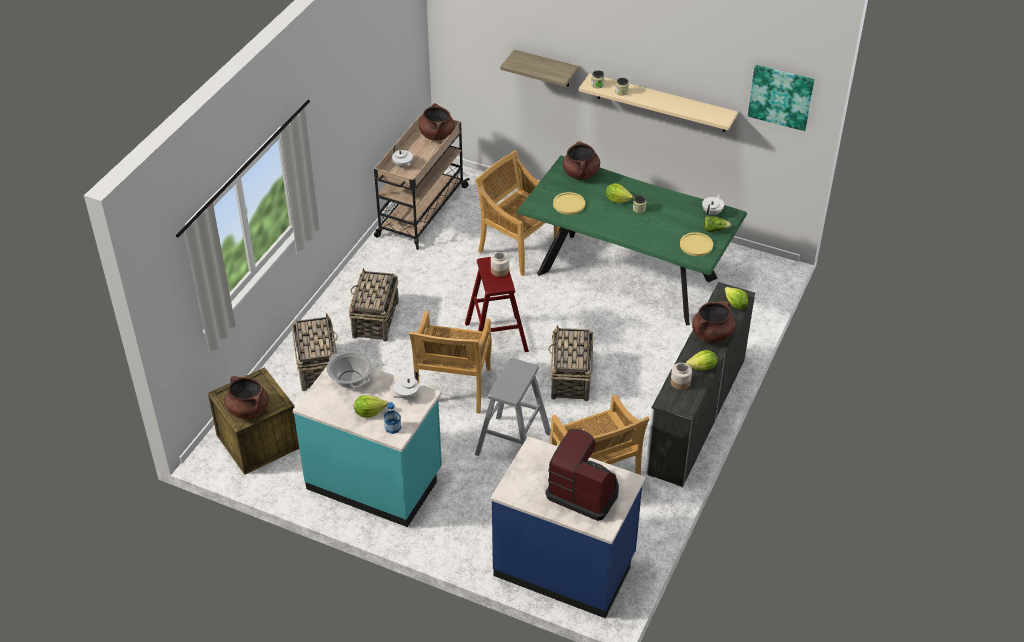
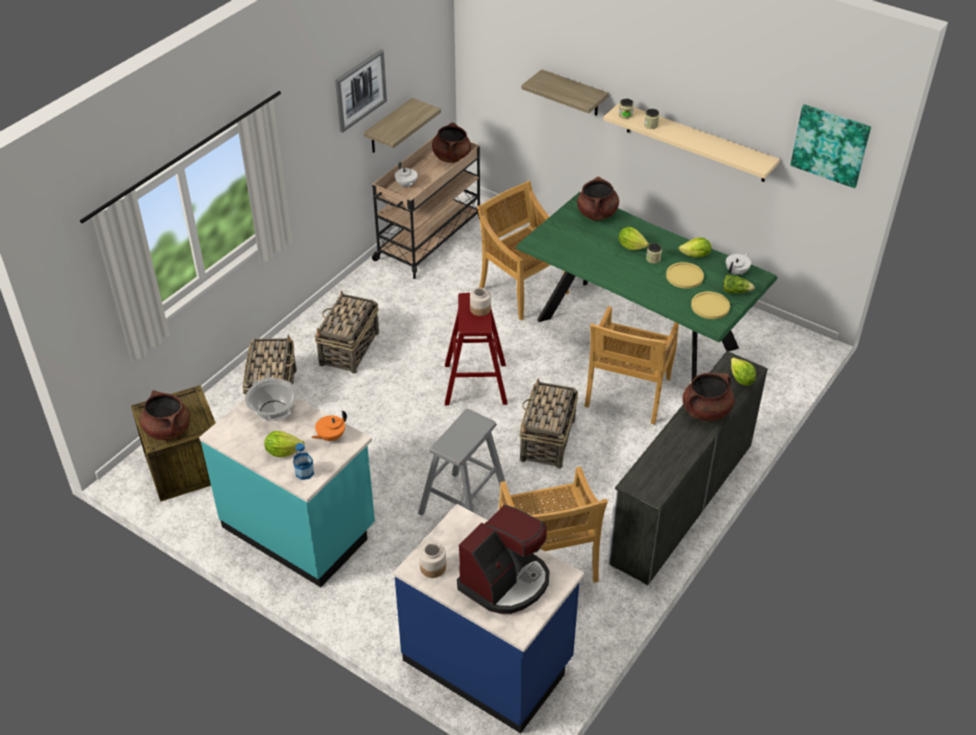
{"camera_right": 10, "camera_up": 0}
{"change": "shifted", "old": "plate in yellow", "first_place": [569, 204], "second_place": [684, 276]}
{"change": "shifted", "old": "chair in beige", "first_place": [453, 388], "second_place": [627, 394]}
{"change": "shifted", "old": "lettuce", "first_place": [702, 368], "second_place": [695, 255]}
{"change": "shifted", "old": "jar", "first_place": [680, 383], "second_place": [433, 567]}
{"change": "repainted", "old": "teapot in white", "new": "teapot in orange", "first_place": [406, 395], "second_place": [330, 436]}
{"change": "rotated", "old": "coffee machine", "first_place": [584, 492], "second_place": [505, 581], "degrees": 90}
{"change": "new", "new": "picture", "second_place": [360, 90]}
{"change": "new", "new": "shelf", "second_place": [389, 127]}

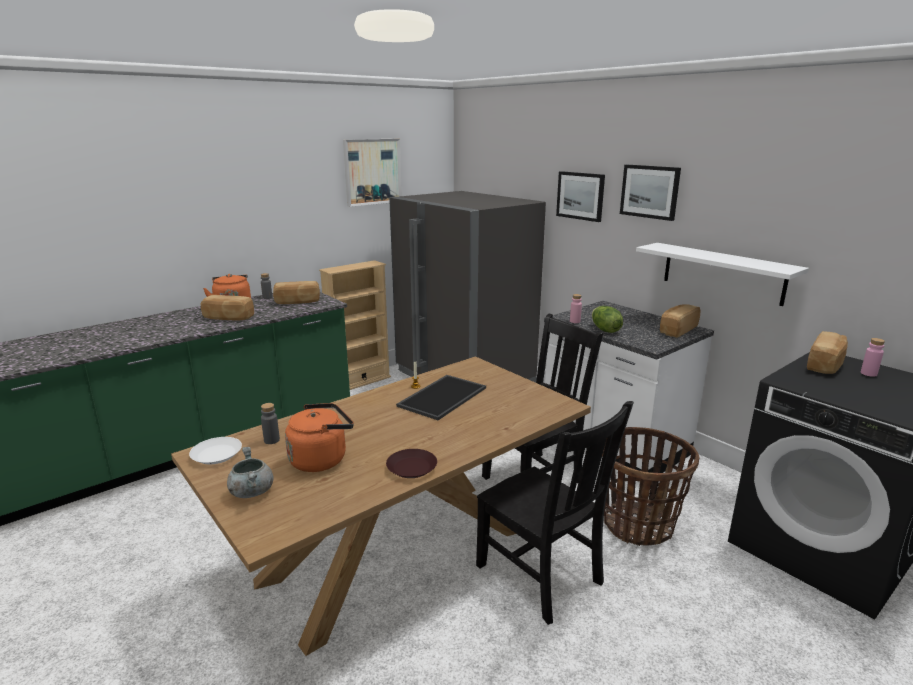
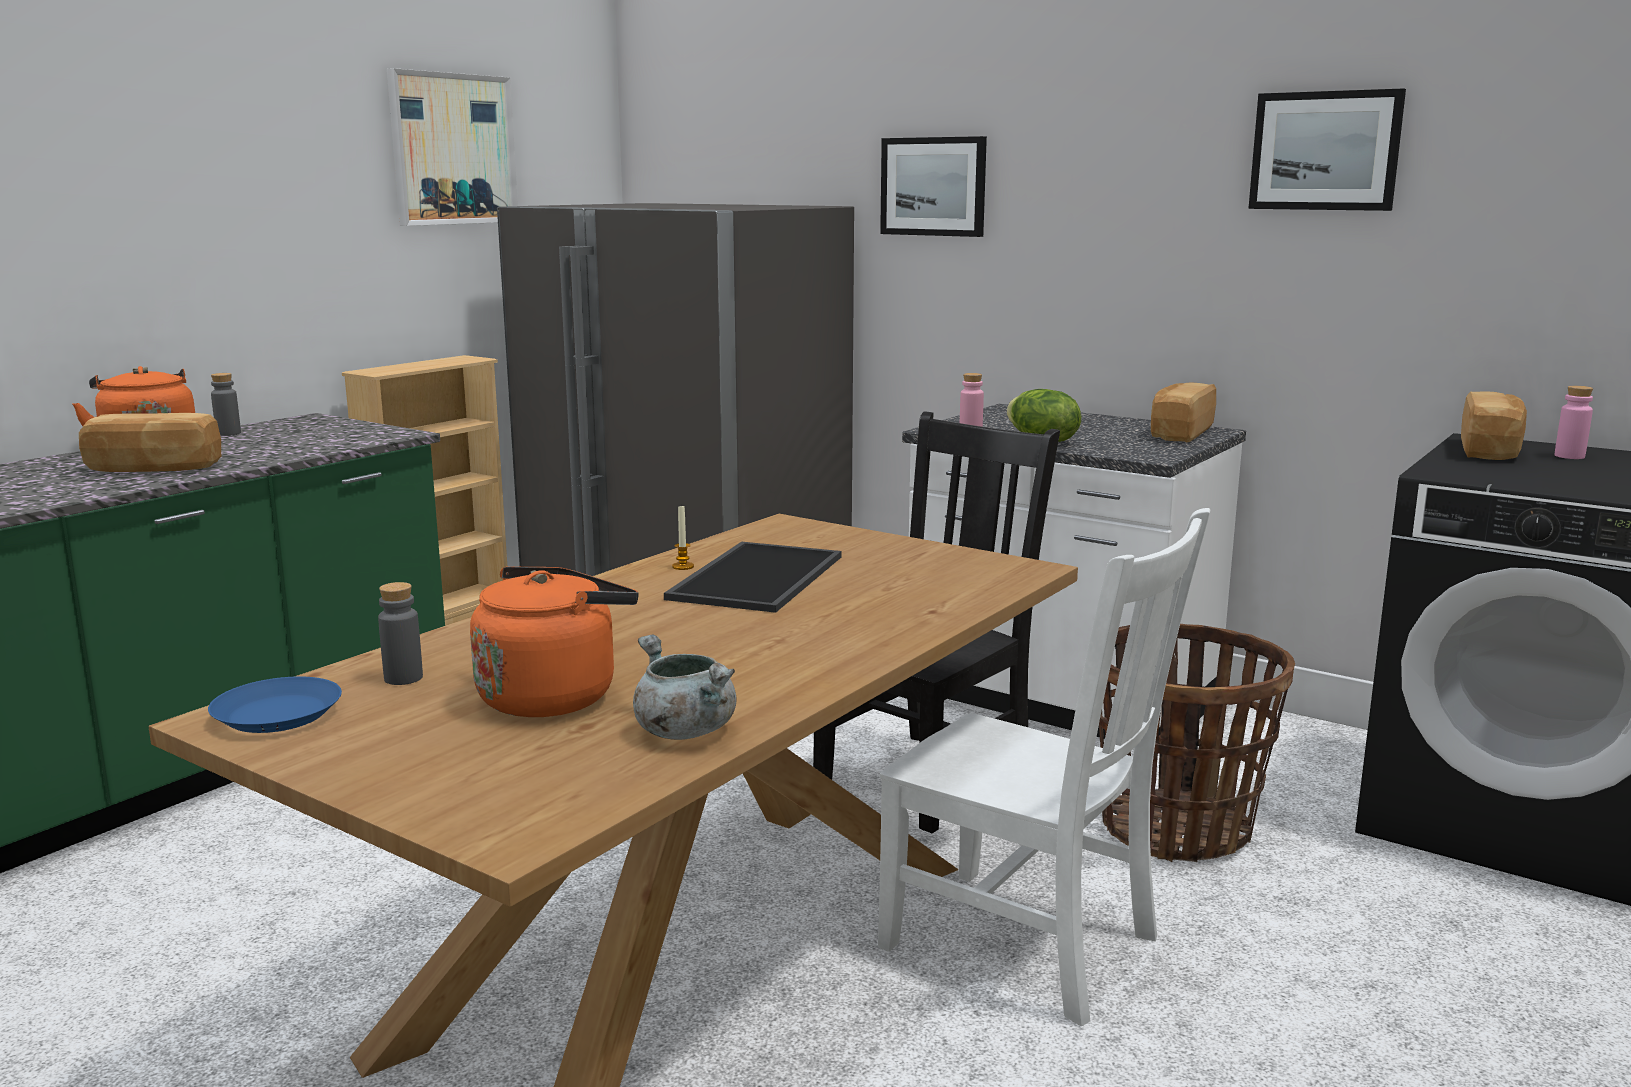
{"camera_right": -15, "camera_up": -5}
{"change": "shifted", "old": "picture", "first_place": [650, 191], "second_place": [1325, 151]}
{"change": "gone", "old": "shelf in white", "first_place": [722, 273]}
{"change": "gone", "old": "bread", "first_place": [297, 302]}
{"change": "repainted", "old": "chair in black", "new": "chair in white", "first_place": [542, 576], "second_place": [1027, 945]}
{"change": "repainted", "old": "plate in white", "new": "plate in blue", "first_place": [217, 455], "second_place": [278, 715]}
{"change": "shifted", "old": "cooking pot in grey", "first_place": [251, 491], "second_place": [683, 731]}
{"change": "gone", "old": "plate in brown", "first_place": [412, 467]}

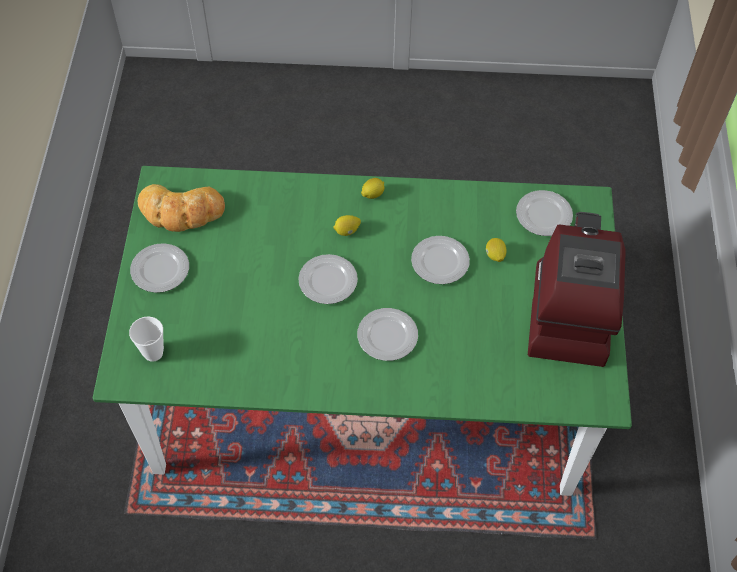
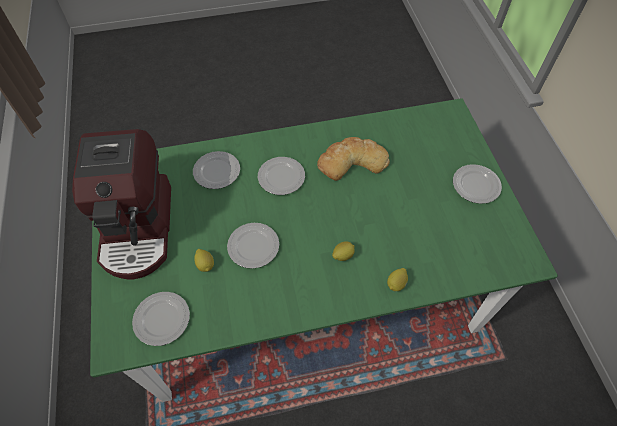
{"camera_right": 165, "camera_up": 0}
{"change": "shifted", "old": "lemon", "first_place": [372, 194], "second_place": [396, 284]}
{"change": "shifted", "old": "bread", "first_place": [181, 211], "second_place": [351, 161]}
{"change": "shifted", "old": "plate", "first_place": [328, 281], "second_place": [217, 171]}
{"change": "gone", "old": "cup", "first_place": [153, 353]}

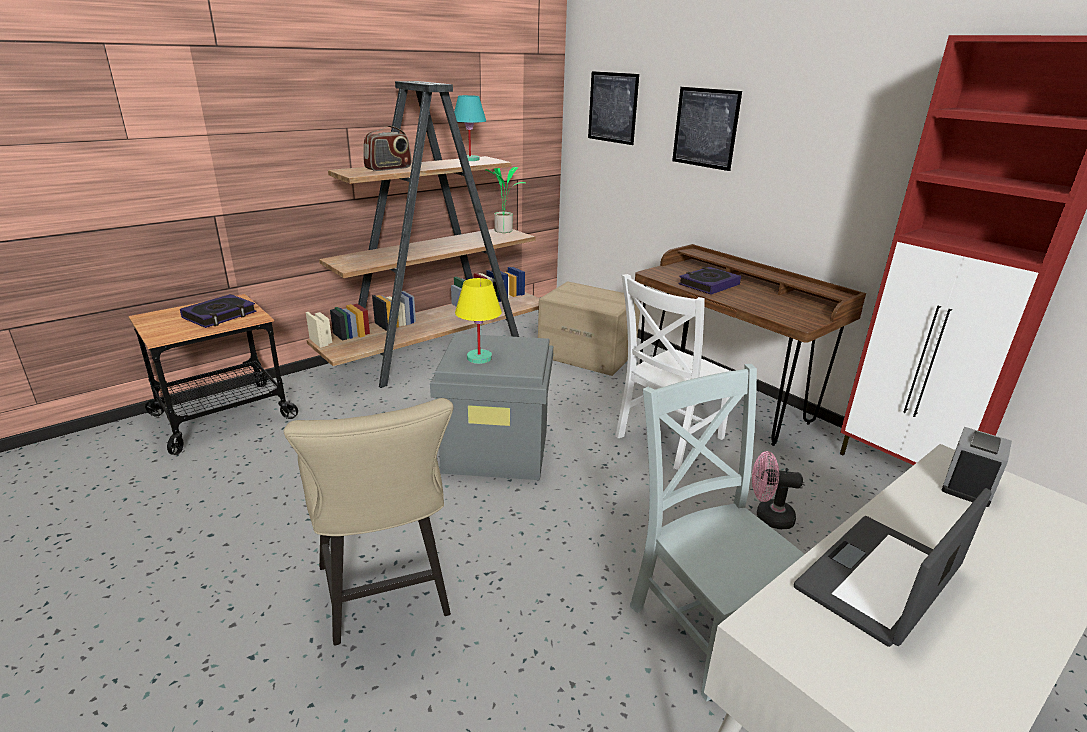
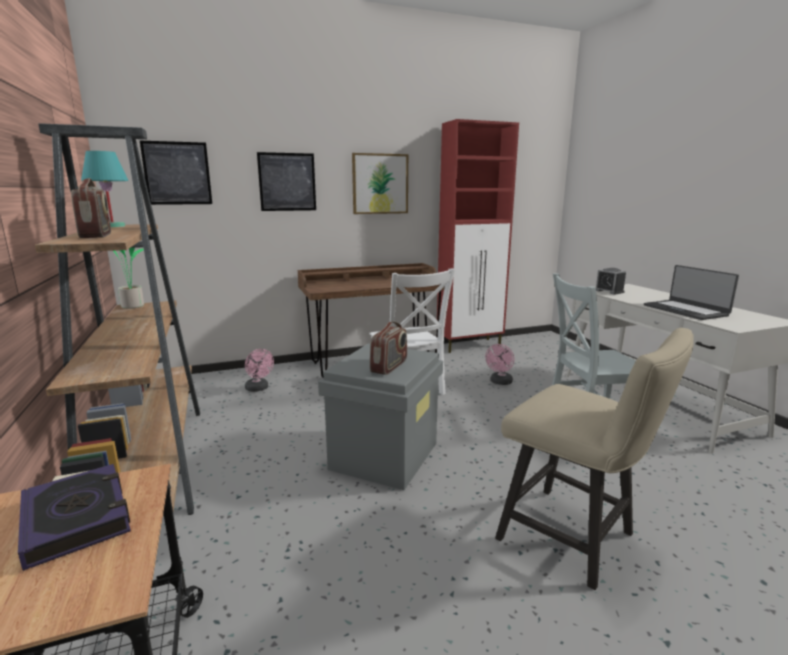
{"camera_right": -70, "camera_up": -10}
{"change": "gone", "old": "book", "first_place": [708, 284]}
{"change": "swapped", "old": "table lamp in yellow", "new": "radio", "first_place": [479, 358], "second_place": [389, 367]}
{"change": "swapped", "old": "cardboard box", "new": "fan in pink", "first_place": [587, 354], "second_place": [259, 389]}
{"change": "rotated", "old": "chair in beige", "first_place": [387, 597], "second_place": [575, 540], "degrees": 45}
{"change": "new", "new": "picture", "second_place": [380, 184]}

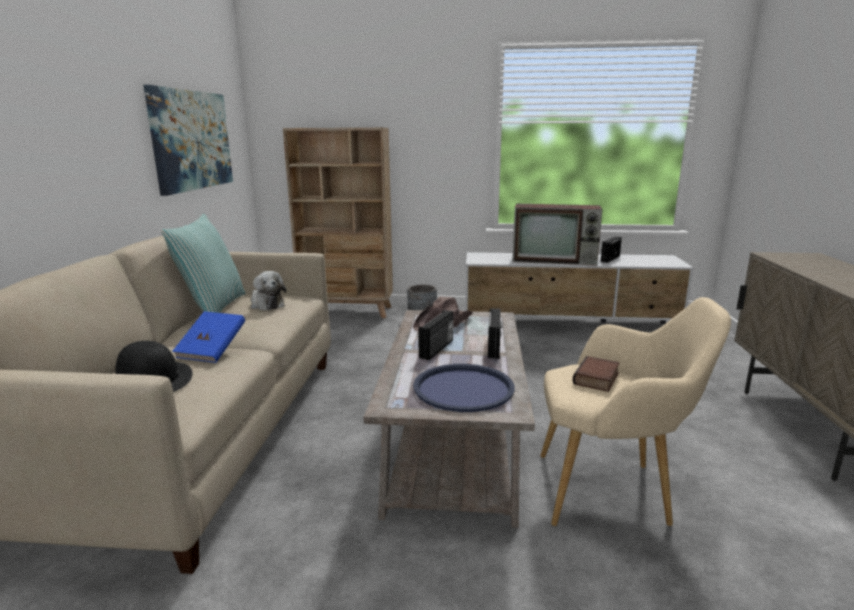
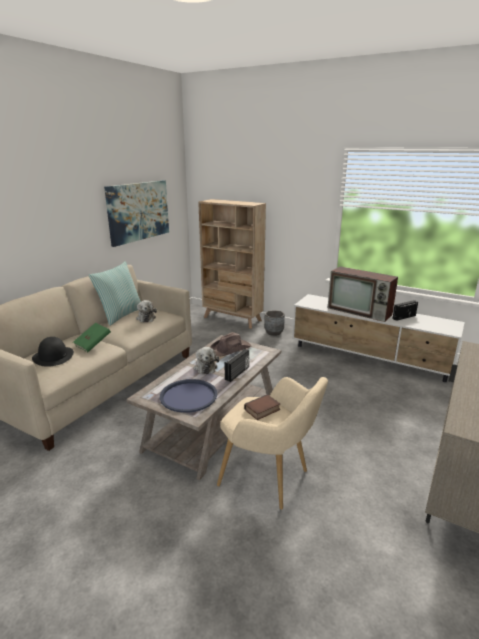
{"camera_right": 25, "camera_up": 5}
{"change": "swapped", "old": "radio", "new": "plush toy", "first_place": [437, 349], "second_place": [205, 367]}
{"change": "repainted", "old": "book in blue", "new": "book in green", "first_place": [212, 351], "second_place": [93, 344]}

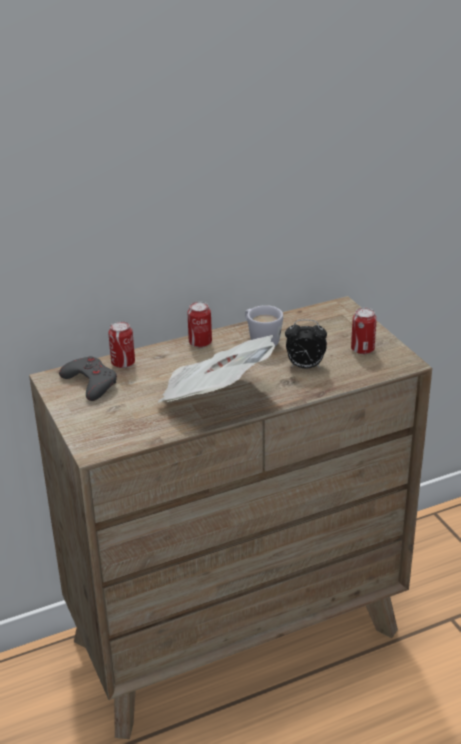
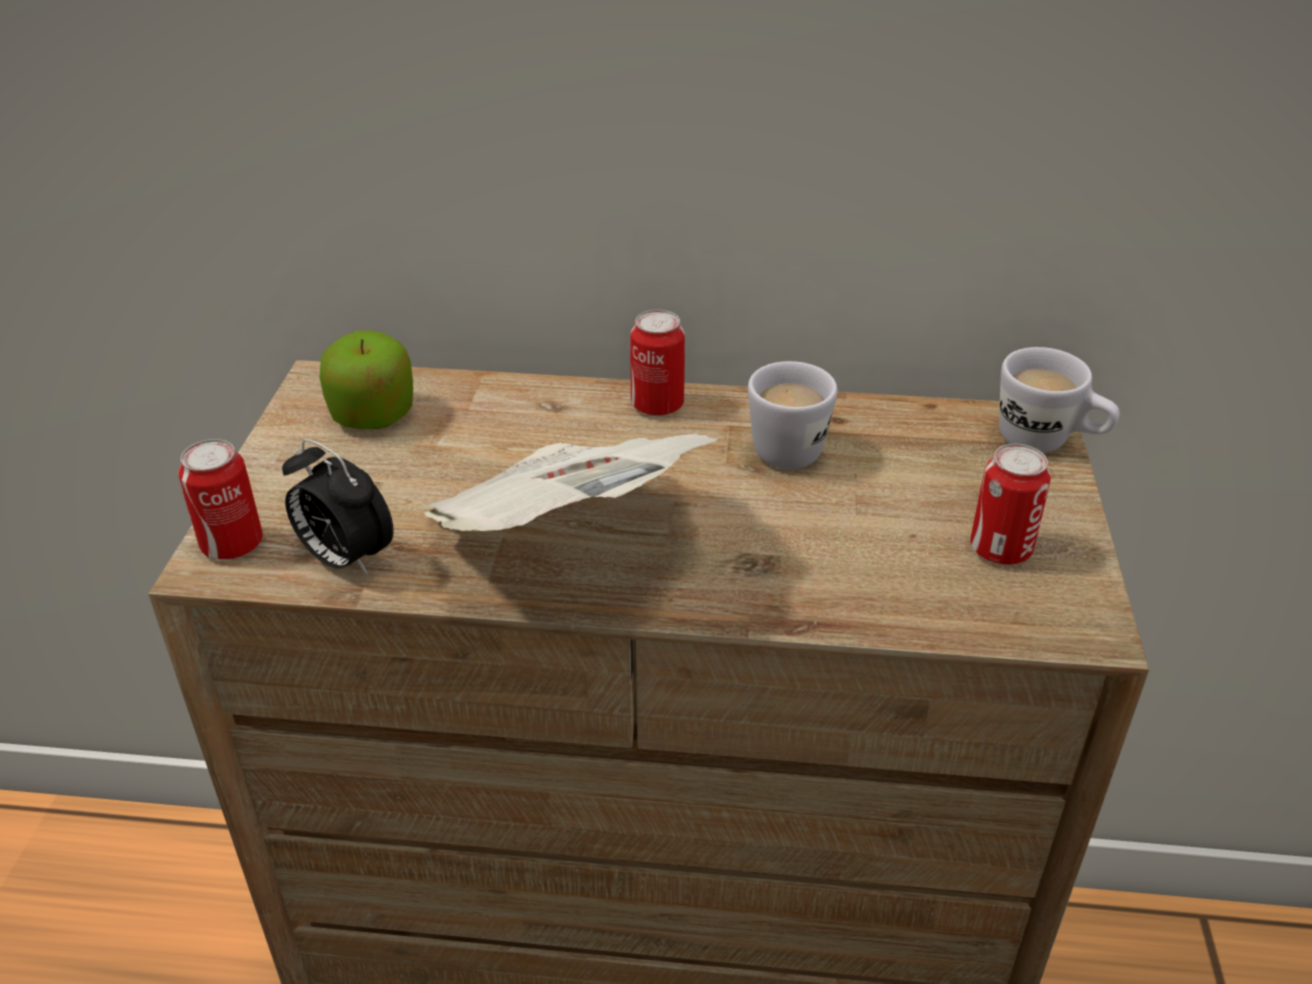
{"camera_right": 30, "camera_up": 5}
{"change": "shifted", "old": "alarm clock", "first_place": [305, 367], "second_place": [345, 559]}
{"change": "shifted", "old": "can", "first_place": [123, 363], "second_place": [232, 544]}
{"change": "swapped", "old": "game controller in grey", "new": "apple", "first_place": [90, 383], "second_place": [373, 415]}
{"change": "new", "new": "mug in white", "second_place": [1047, 443]}

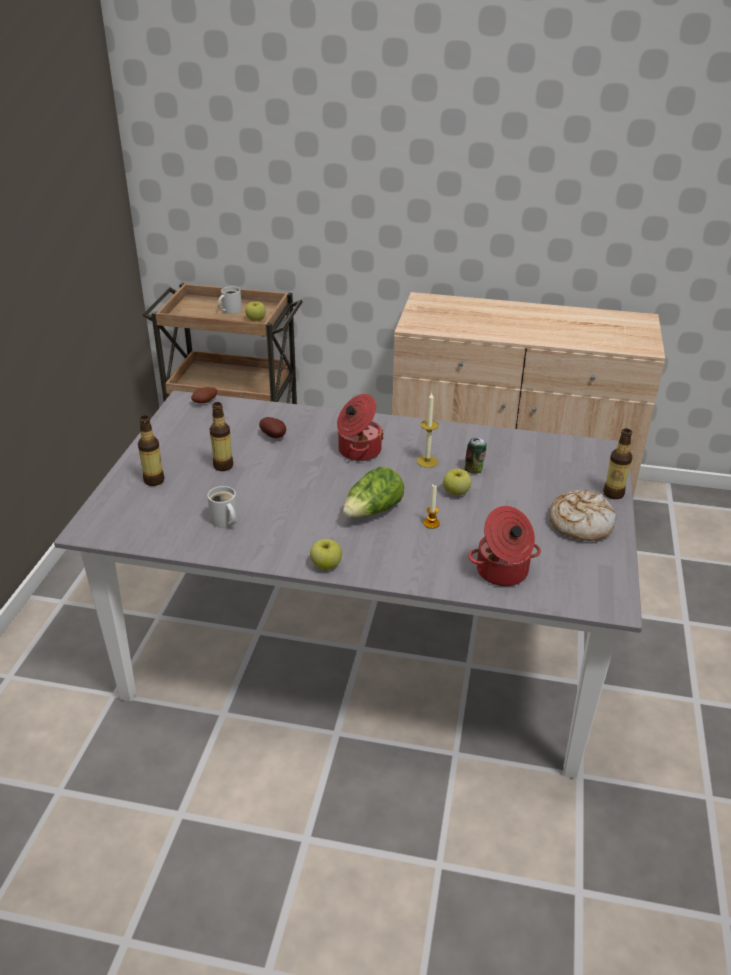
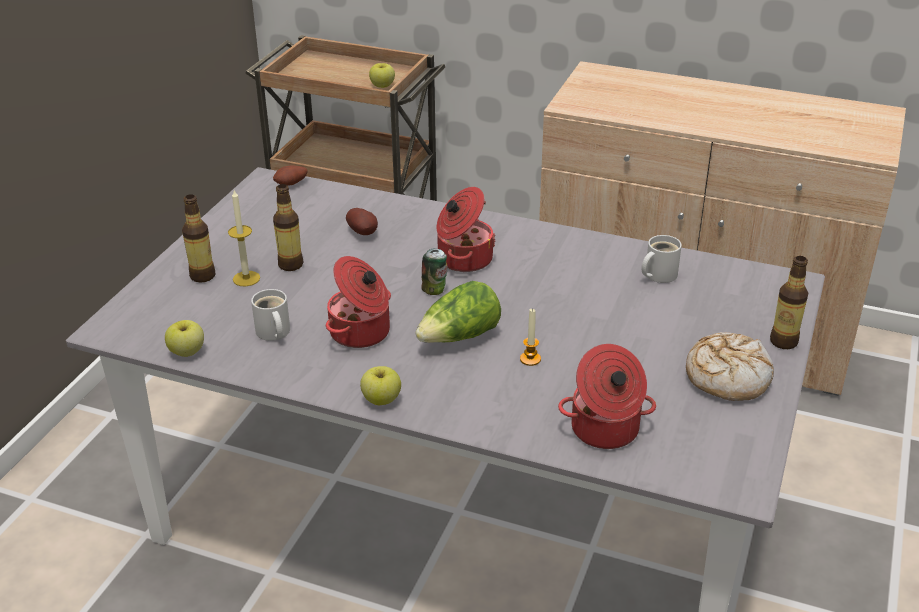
{"camera_right": 10, "camera_up": 0}
{"change": "shifted", "old": "mug in white", "first_place": [230, 310], "second_place": [657, 274]}
{"change": "shifted", "old": "candle", "first_place": [427, 461], "second_place": [246, 278]}
{"change": "shifted", "old": "can", "first_place": [474, 469], "second_place": [435, 290]}
{"change": "shifted", "old": "apple", "first_place": [456, 493], "second_place": [187, 352]}
{"change": "new", "new": "cooking pot", "second_place": [361, 332]}

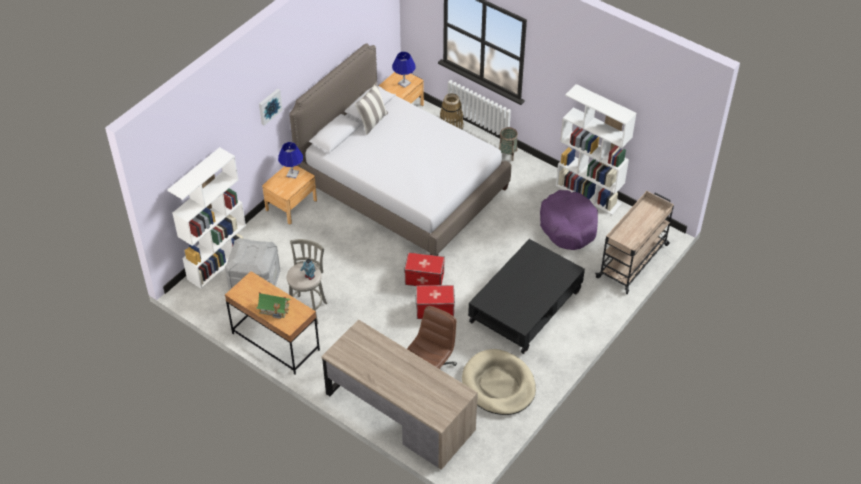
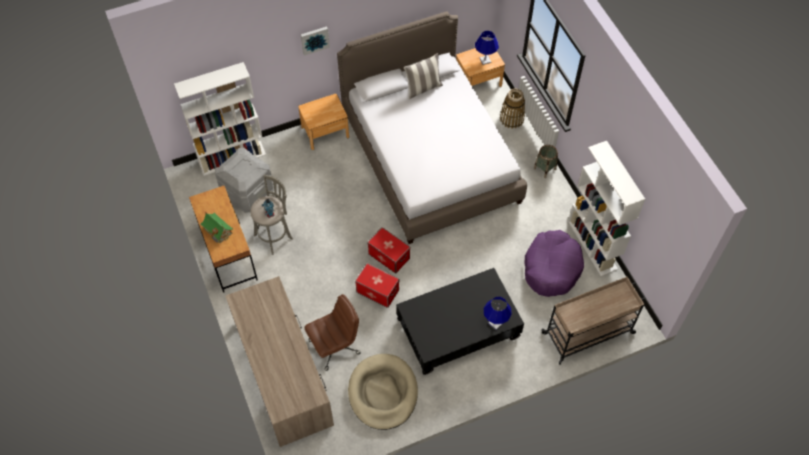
{"camera_right": 30, "camera_up": 10}
{"change": "shifted", "old": "table lamp in blue", "first_place": [292, 174], "second_place": [495, 322]}

